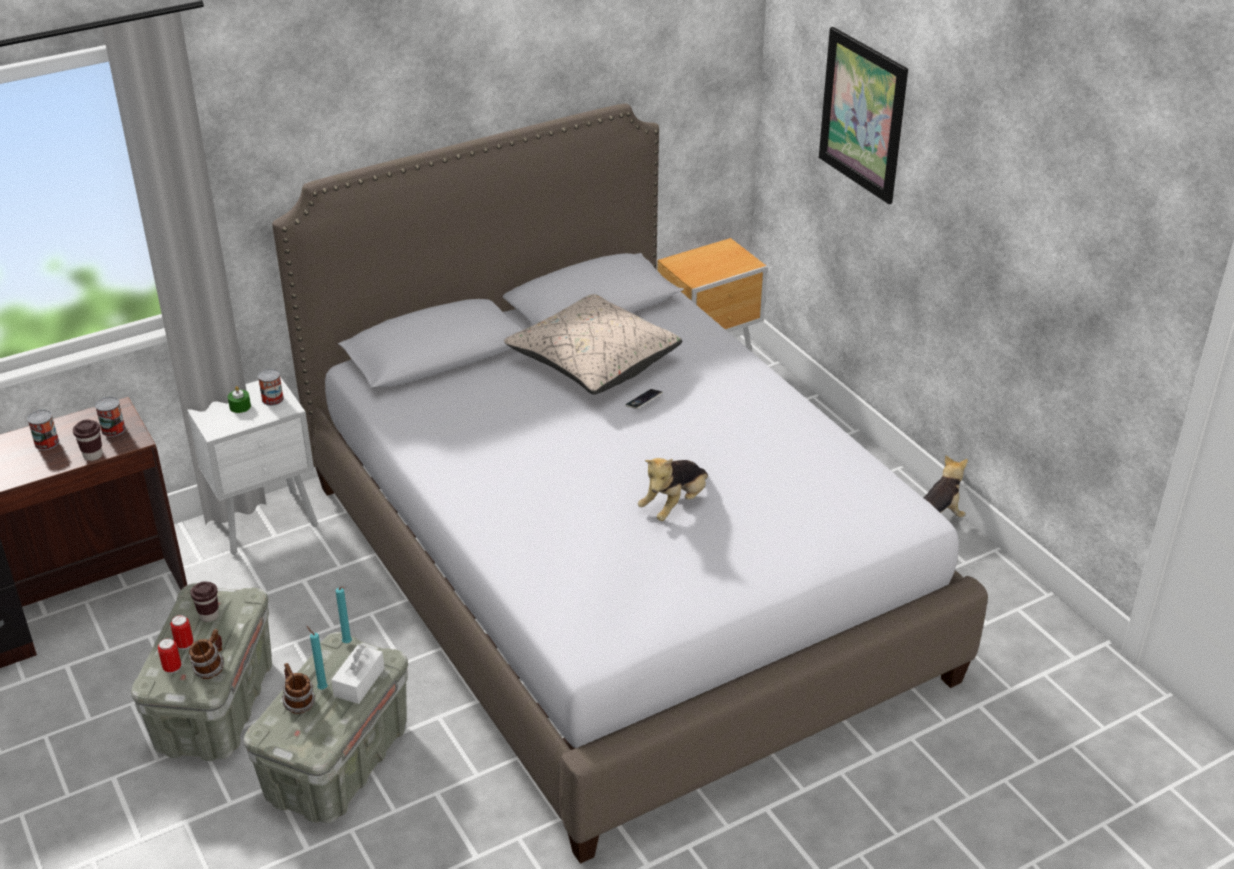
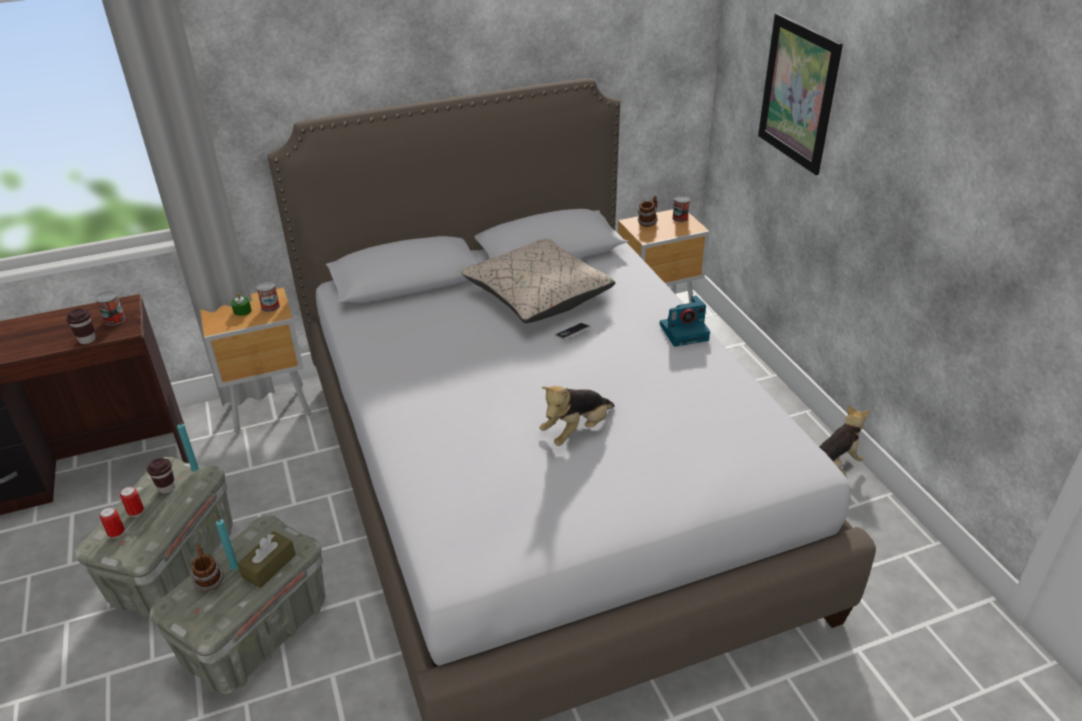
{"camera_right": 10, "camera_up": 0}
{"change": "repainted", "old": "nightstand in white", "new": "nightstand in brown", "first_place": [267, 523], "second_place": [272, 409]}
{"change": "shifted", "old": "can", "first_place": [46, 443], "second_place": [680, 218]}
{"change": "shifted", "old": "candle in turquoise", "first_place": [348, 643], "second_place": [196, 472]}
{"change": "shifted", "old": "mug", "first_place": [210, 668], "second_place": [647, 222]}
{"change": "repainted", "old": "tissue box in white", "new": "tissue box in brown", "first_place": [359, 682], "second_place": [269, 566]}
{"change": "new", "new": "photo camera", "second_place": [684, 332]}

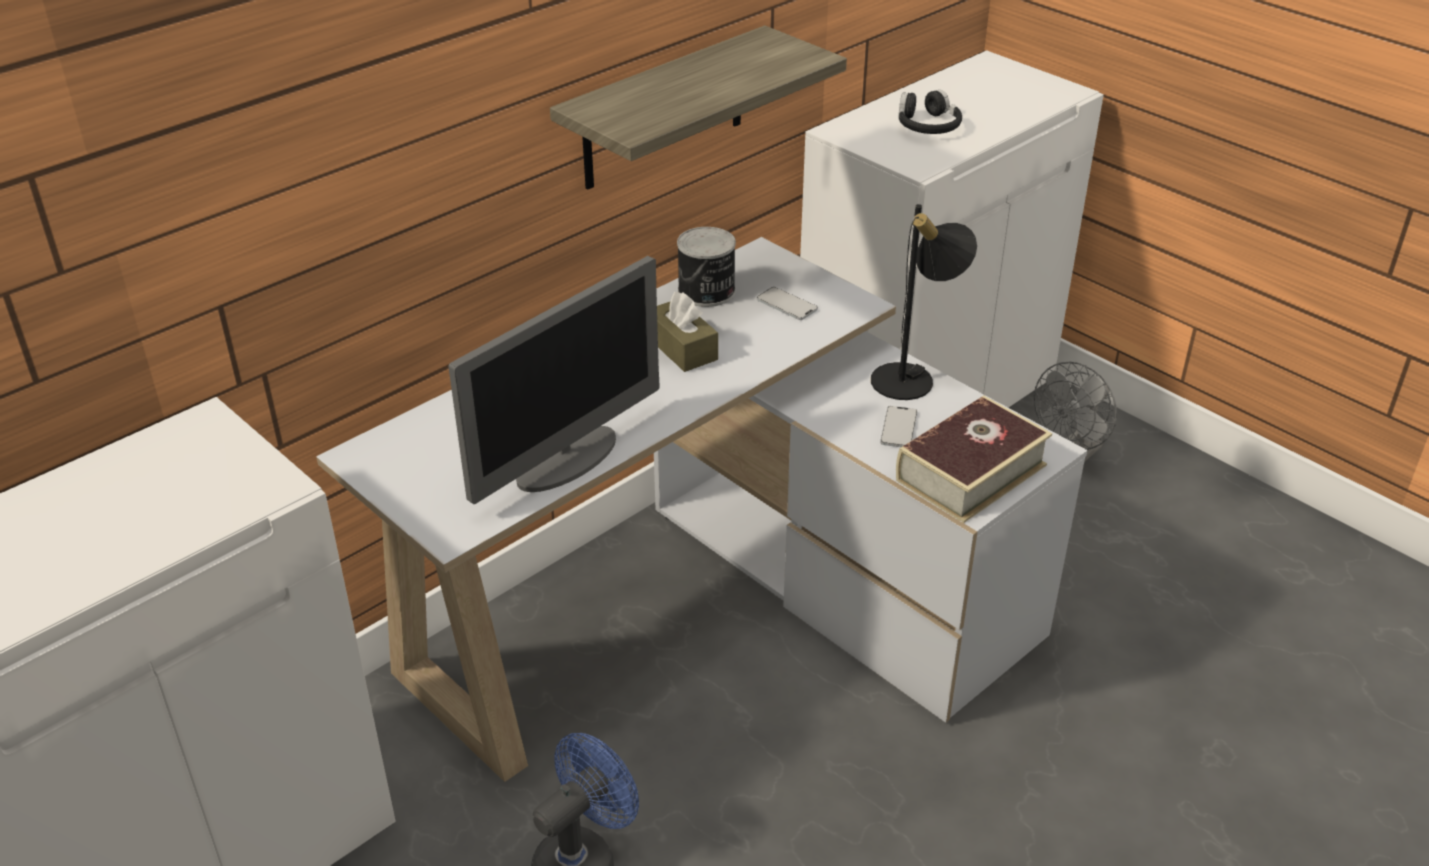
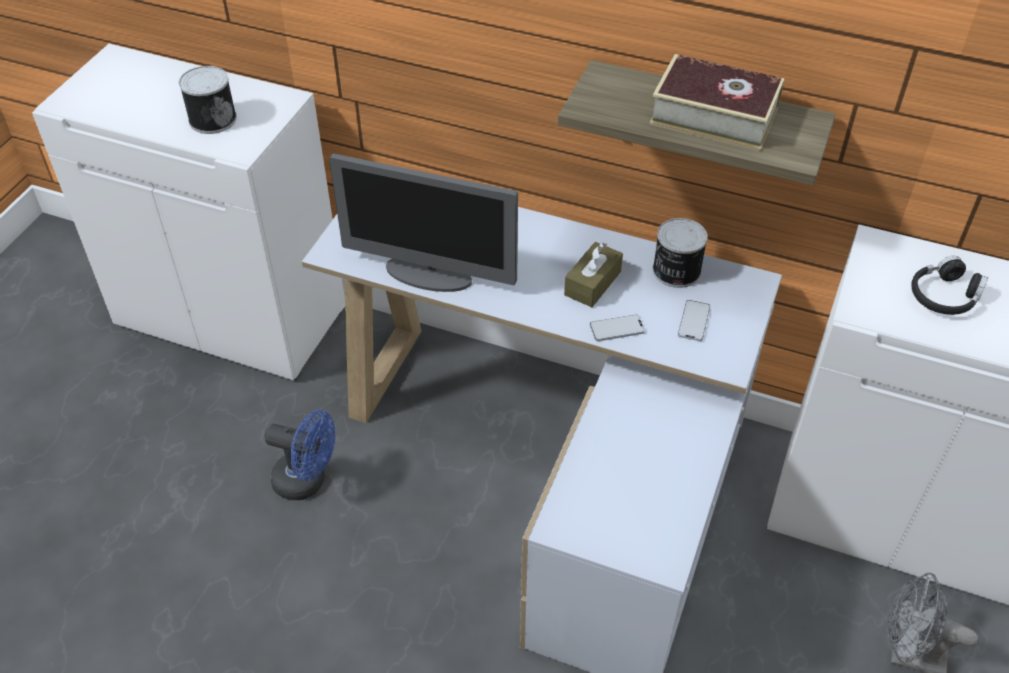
{"camera_right": 65, "camera_up": 10}
{"change": "gone", "old": "table lamp in black", "first_place": [913, 379]}
{"change": "shifted", "old": "book", "first_place": [971, 472], "second_place": [714, 115]}
{"change": "shifted", "old": "phone", "first_place": [898, 428], "second_place": [616, 329]}
{"change": "new", "new": "can", "second_place": [212, 118]}

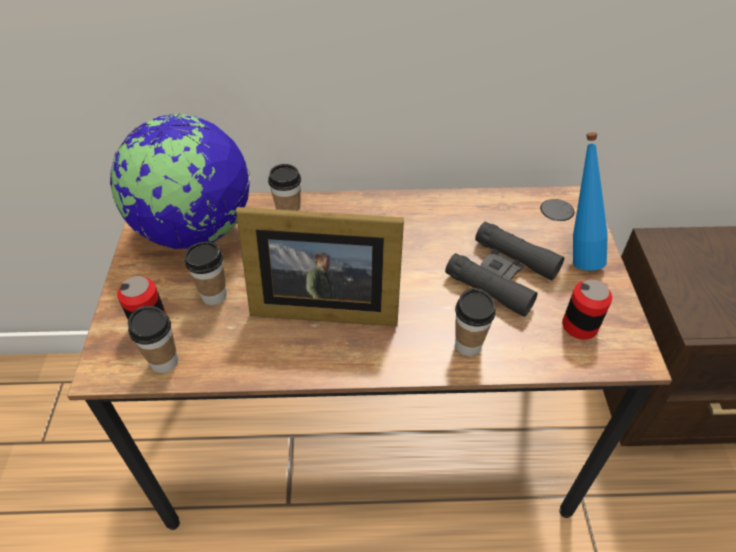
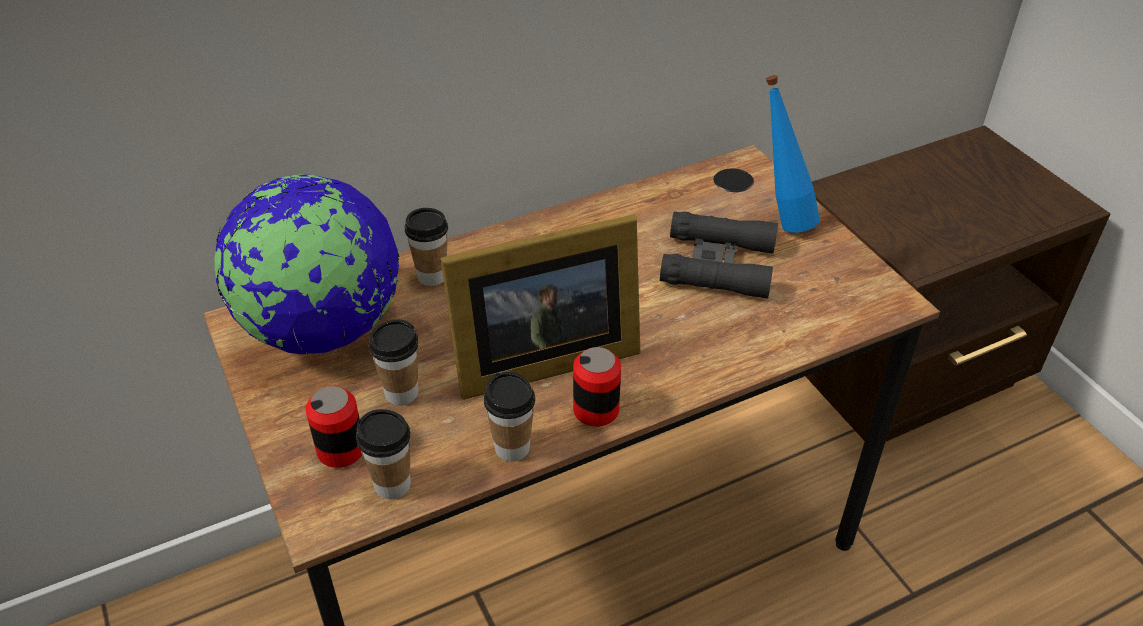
{"camera_right": -25, "camera_up": -5}
{"change": "shifted", "old": "can", "first_place": [579, 326], "second_place": [596, 410]}
{"change": "shifted", "old": "cup", "first_place": [468, 345], "second_place": [512, 448]}

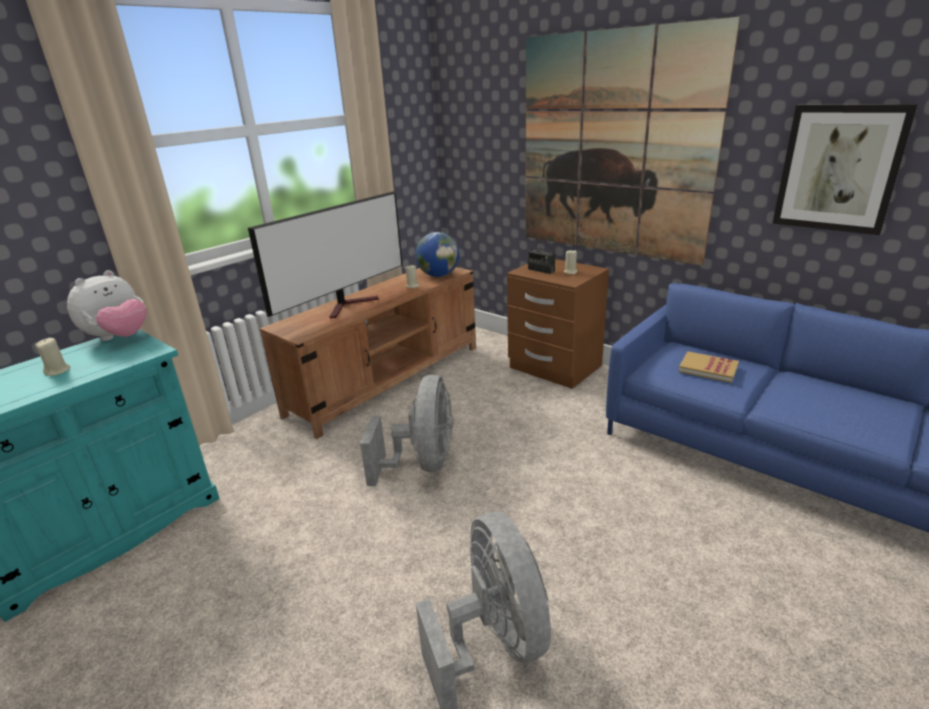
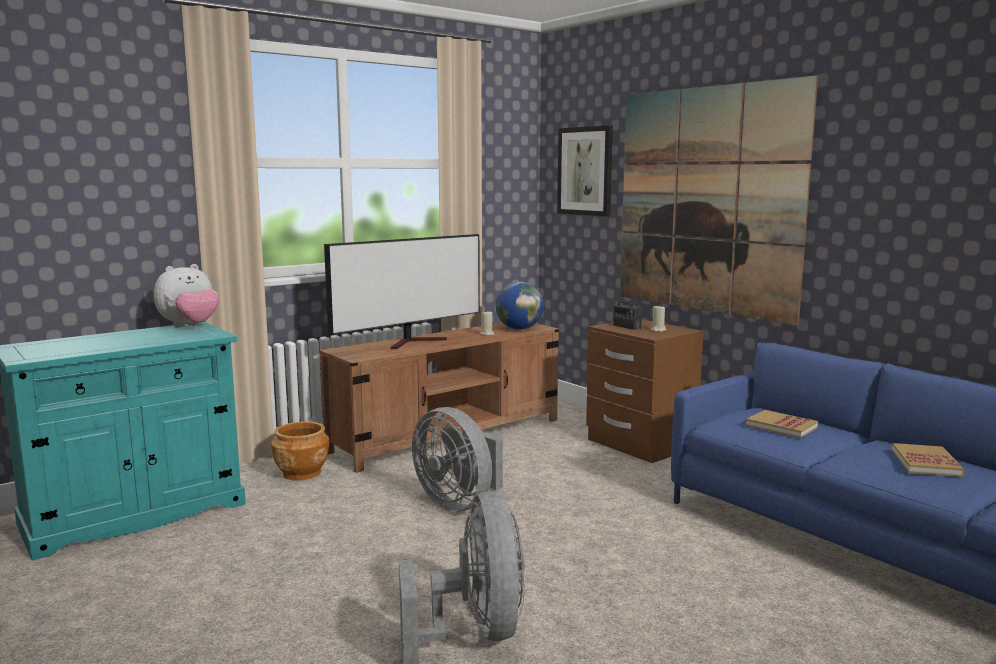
{"camera_right": 10, "camera_up": -15}
{"change": "shifted", "old": "picture", "first_place": [839, 169], "second_place": [585, 171]}
{"change": "gone", "old": "candle in beige", "first_place": [58, 371]}
{"change": "rotated", "old": "fan in grey", "first_place": [423, 464], "second_place": [459, 503], "degrees": 120}
{"change": "new", "new": "planter in brown", "second_place": [302, 473]}
{"change": "new", "new": "book", "second_place": [926, 463]}

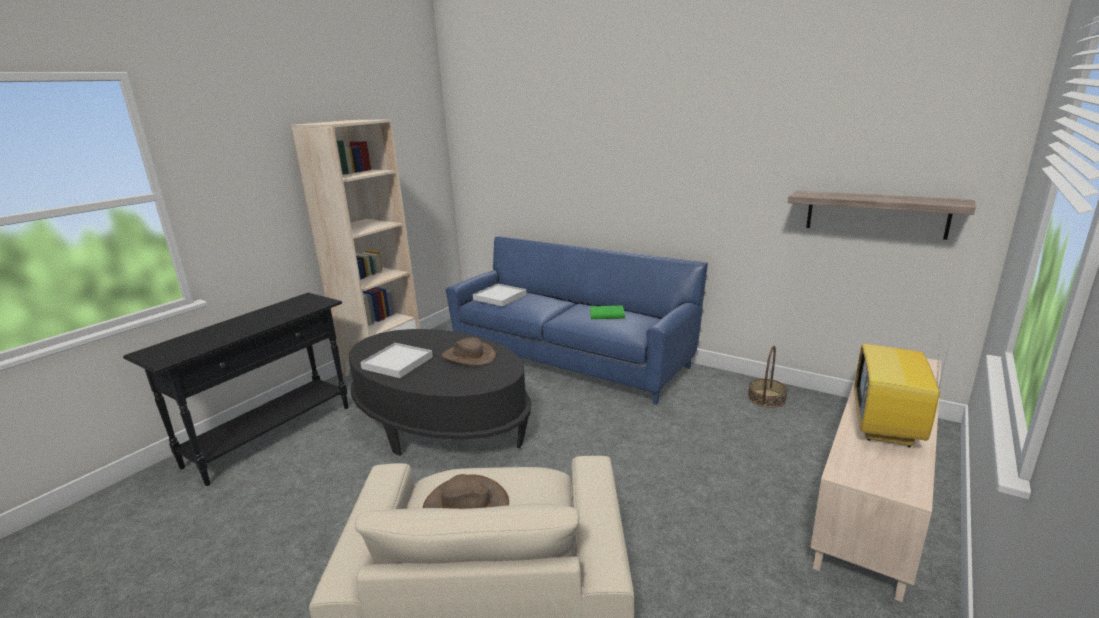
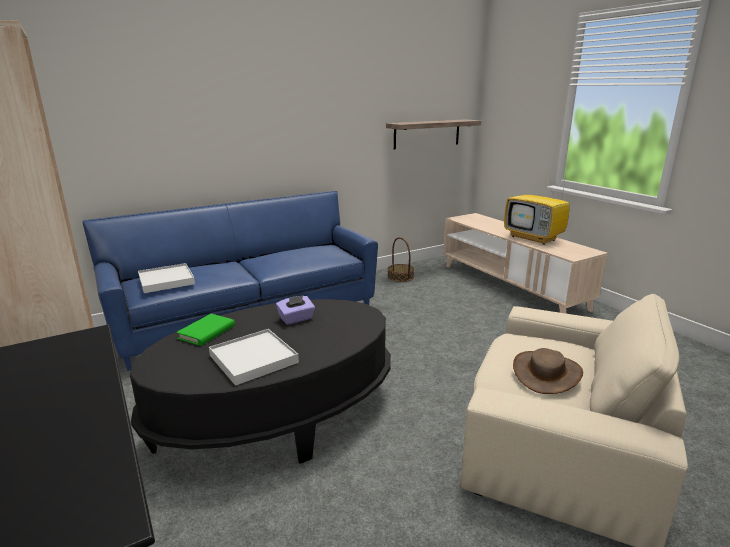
{"camera_right": -65, "camera_up": 0}
{"change": "shifted", "old": "book in green", "first_place": [607, 315], "second_place": [207, 332]}
{"change": "swapped", "old": "hat in brown", "new": "tissue box in purple", "first_place": [468, 356], "second_place": [296, 319]}

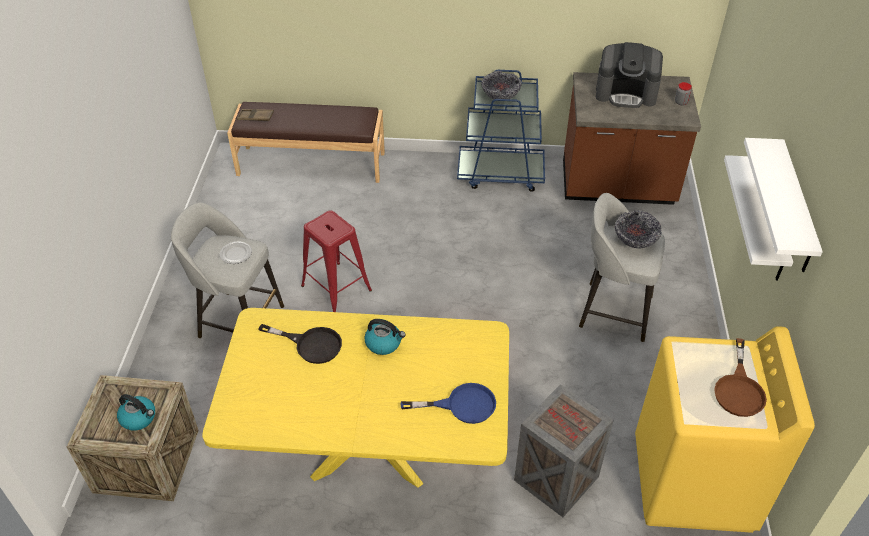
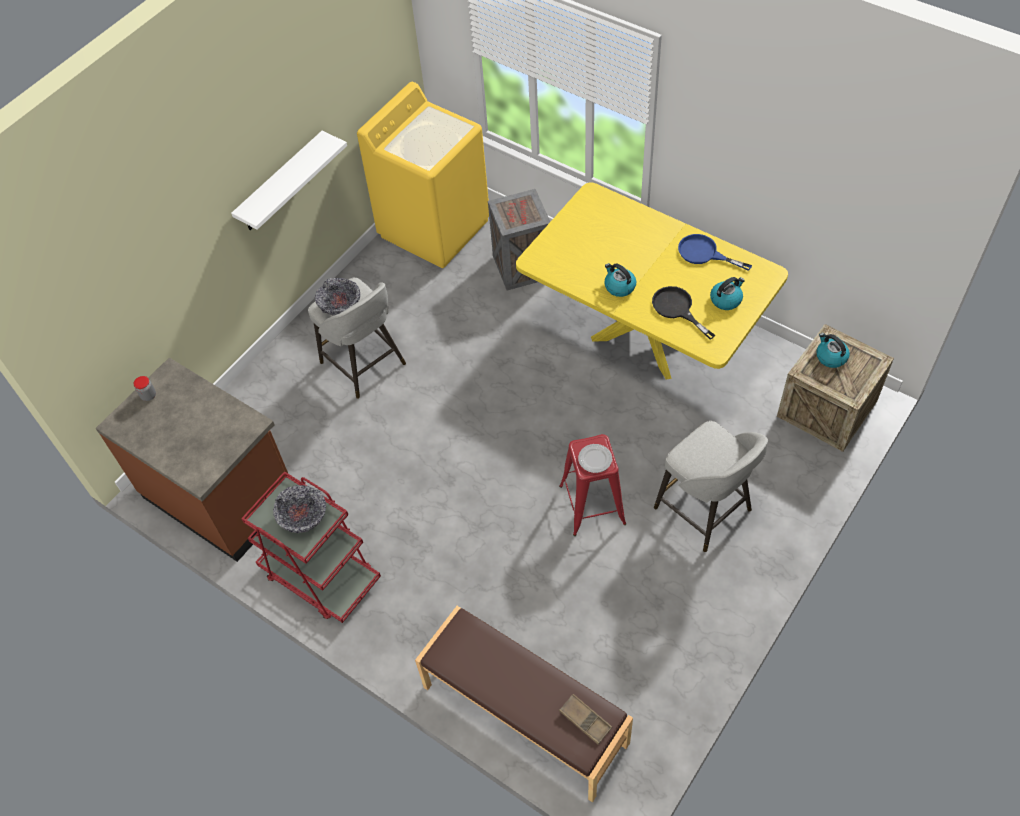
{"camera_right": -145, "camera_up": 10}
{"change": "gone", "old": "coffee machine", "first_place": [626, 93]}
{"change": "repainted", "old": "cart in blue", "new": "cart in red", "first_place": [501, 174], "second_place": [320, 576]}
{"change": "gone", "old": "shelf in white", "first_place": [795, 208]}
{"change": "shifted", "old": "plate", "first_place": [236, 254], "second_place": [595, 459]}
{"change": "gone", "old": "frying pan in brown", "first_place": [739, 389]}
{"change": "shifted", "old": "frying pan in blue", "first_place": [462, 405], "second_place": [704, 253]}
{"change": "new", "new": "kettle", "second_place": [726, 299]}

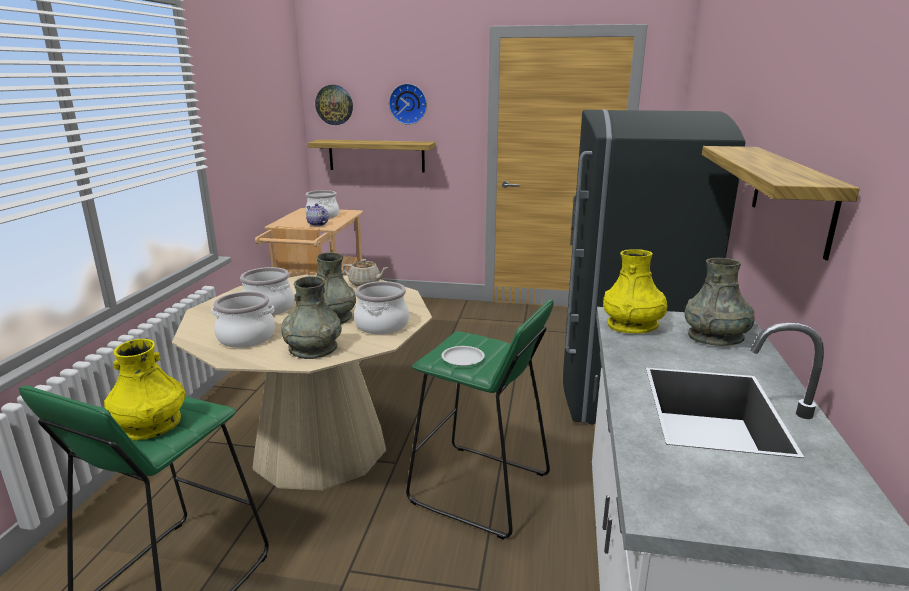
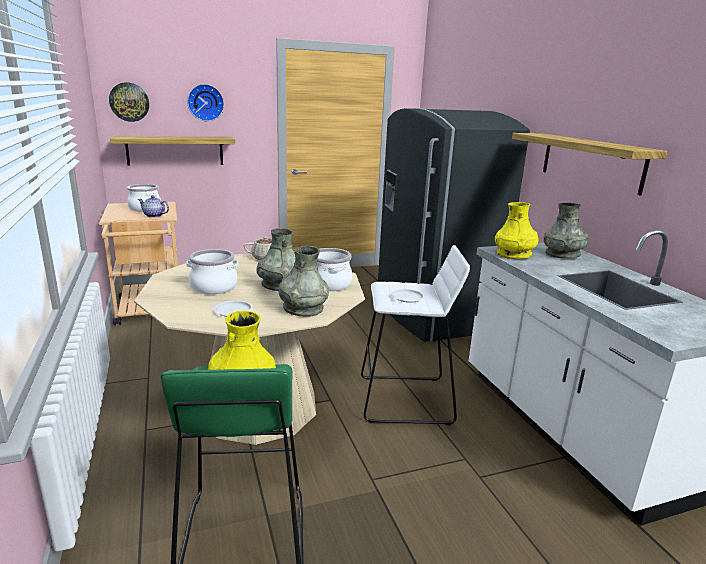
{"camera_right": -30, "camera_up": 0}
{"change": "swapped", "old": "cooking pot", "new": "plate in white", "first_place": [246, 337], "second_place": [233, 311]}
{"change": "repainted", "old": "stool in green", "new": "stool in white", "first_place": [480, 489], "second_place": [406, 400]}

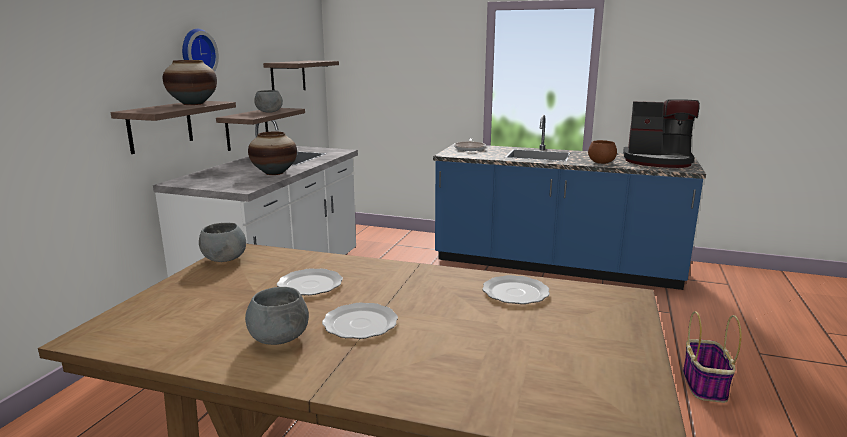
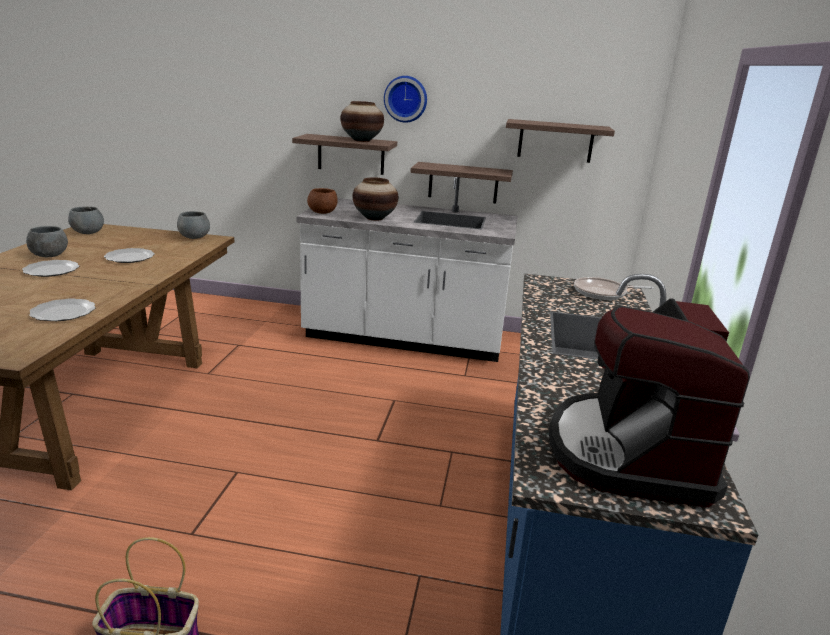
{"camera_right": 80, "camera_up": 5}
{"change": "shifted", "old": "bowl in grey", "first_place": [269, 112], "second_place": [88, 232]}
{"change": "shifted", "old": "bowl in brown", "first_place": [601, 163], "second_place": [322, 212]}

